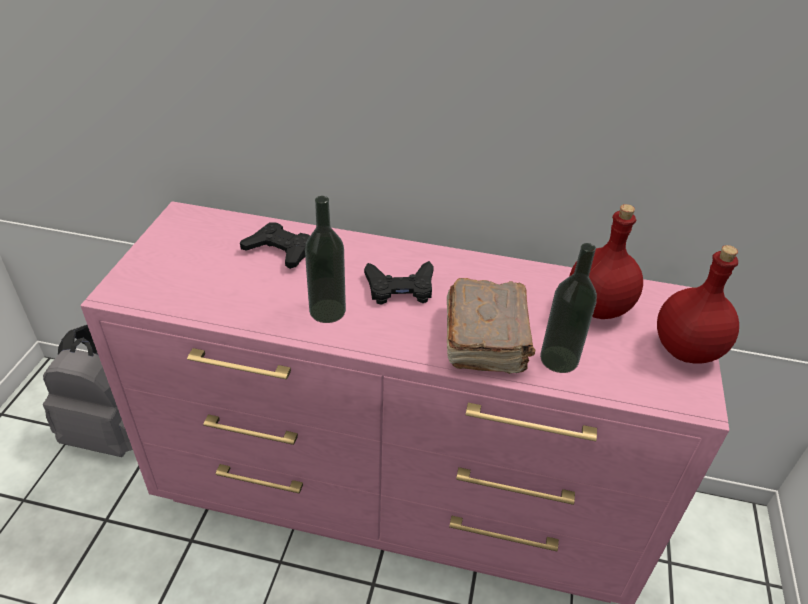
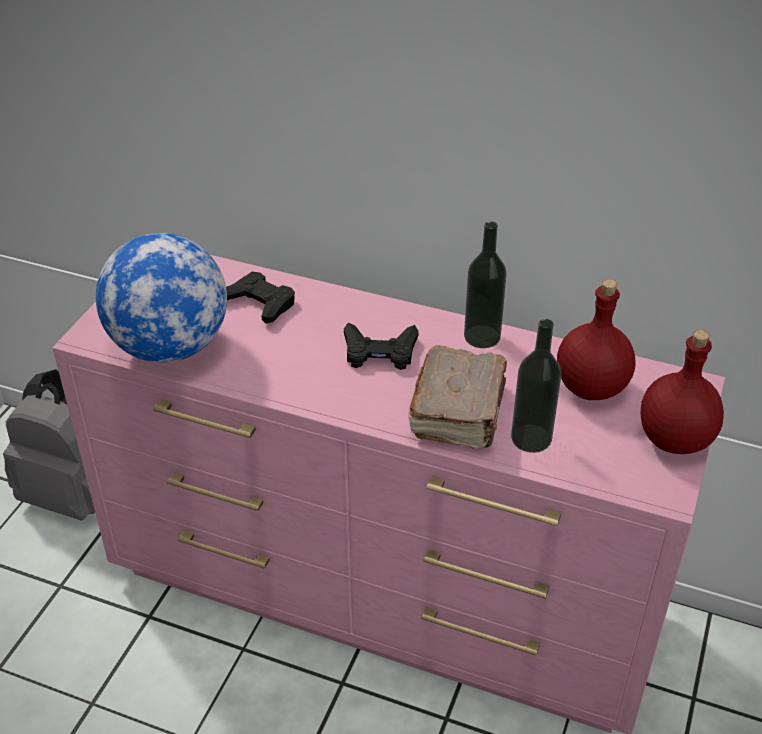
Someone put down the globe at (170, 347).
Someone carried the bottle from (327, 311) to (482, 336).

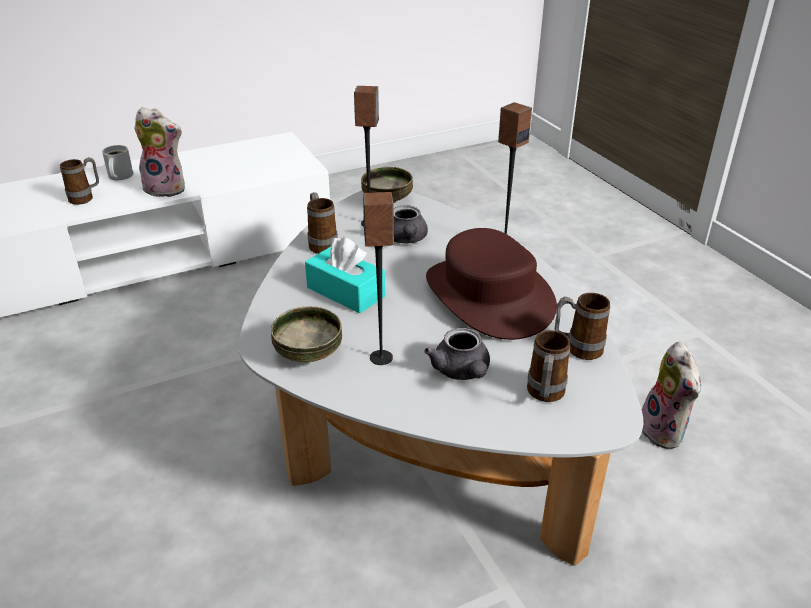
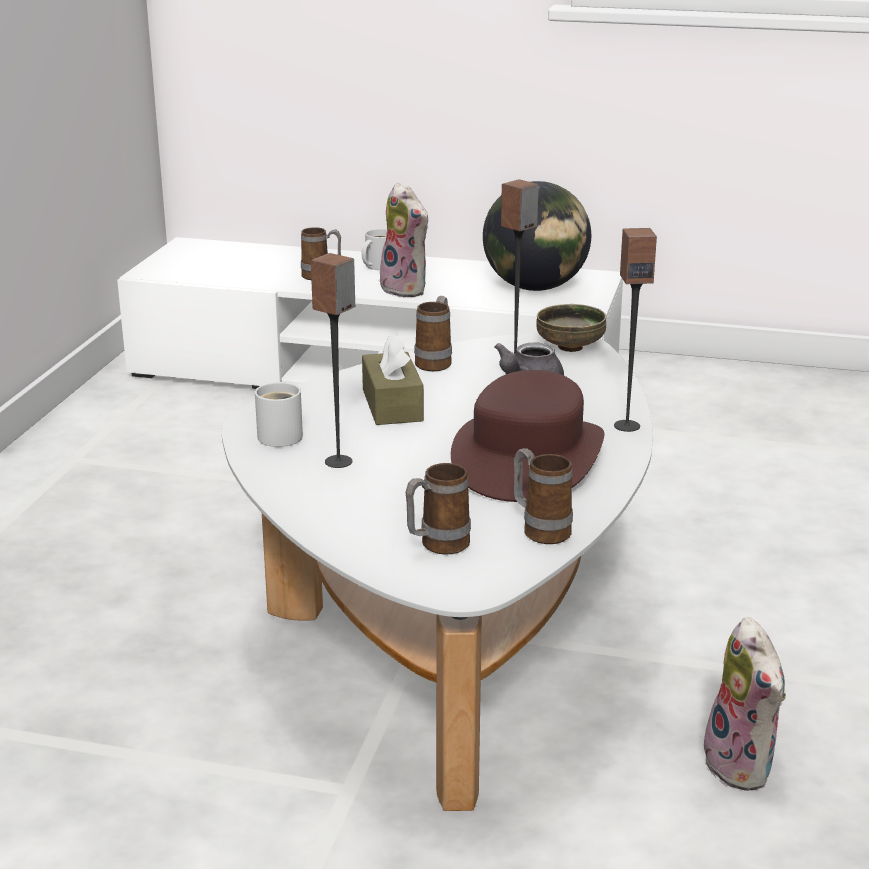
Someone swapped the bowl at (307, 353) for the white mug at (282, 435).
Someone repainted the turquoise tissue box at (345, 292), which became the brown tissue box at (392, 405).
Someone put down the globe at (535, 287).
Someone rotated the plush toy at (665, 432) by 45 degrees counterclockwise.
Someone took away the grey teapot at (462, 372).

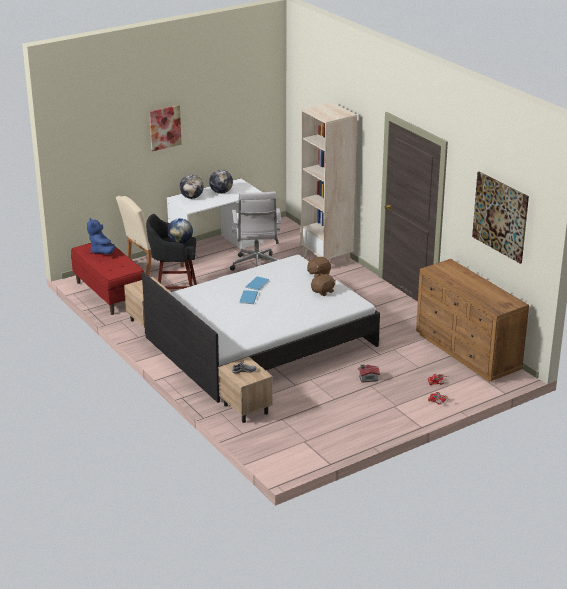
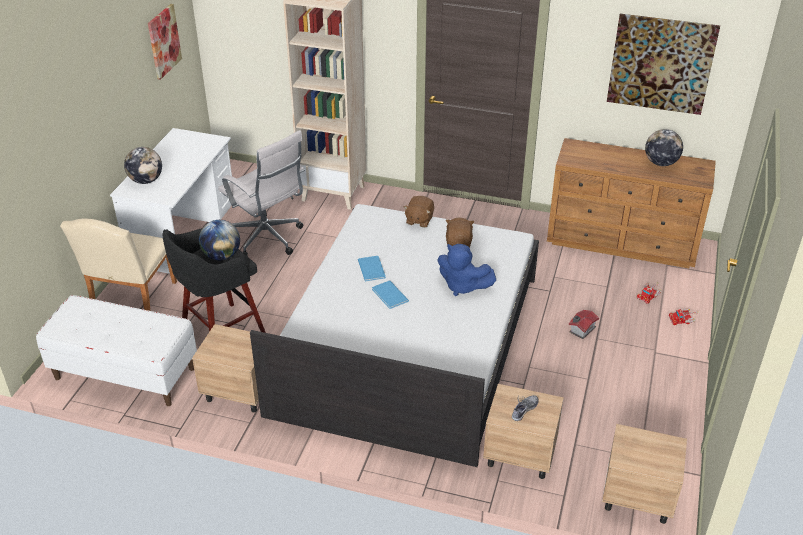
Someone repainted the red bench at (109, 294), which became the white bench at (124, 373).
Someone carried the picture from (164, 127) to (164, 41).
Someone carried the blue plush toy from (101, 251) to (462, 286).
Someone put down the beige nightstand at (636, 498).
Someone carried the globe from (221, 192) to (660, 163).

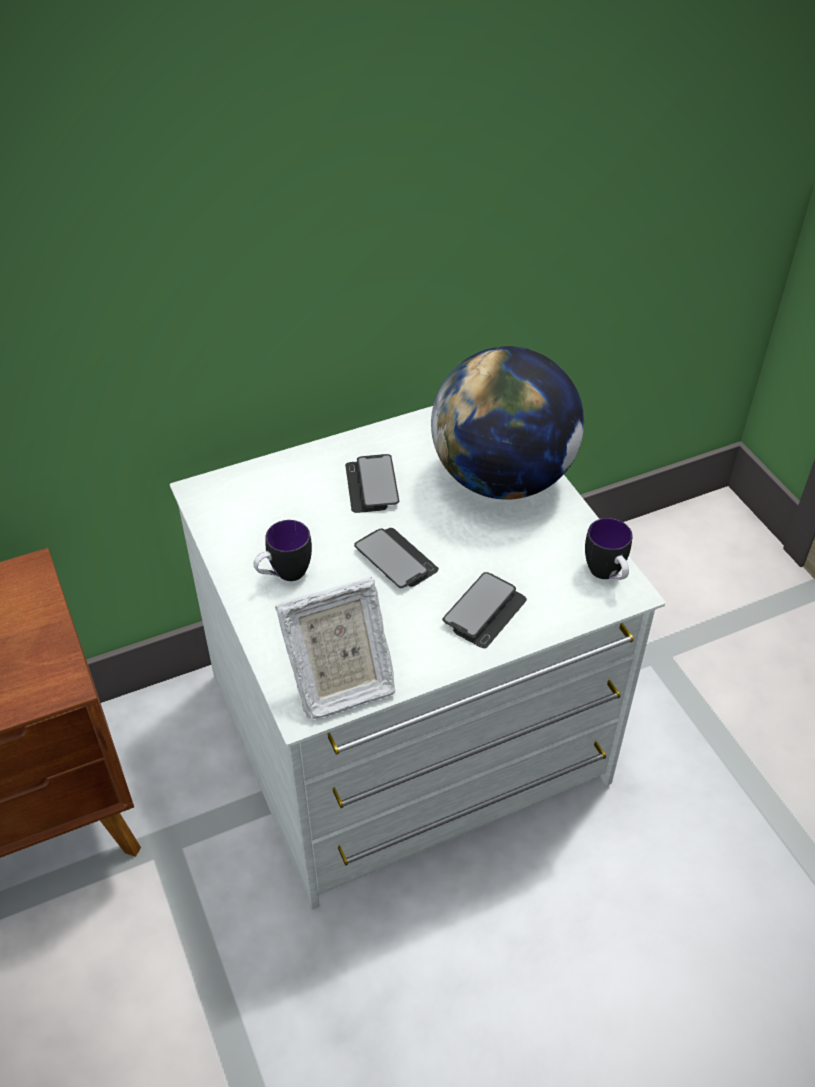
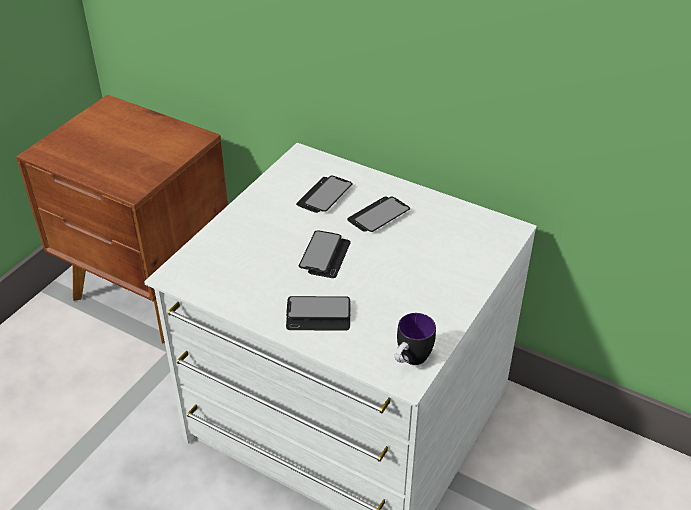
Someone put down the phone at (324, 196).
Someone took away the mug at (284, 575).
Someone took away the picture frame at (340, 685).
Someone took away the globe at (502, 478).

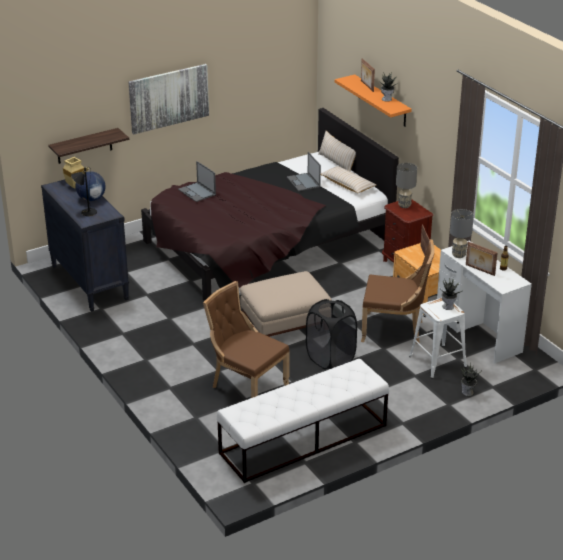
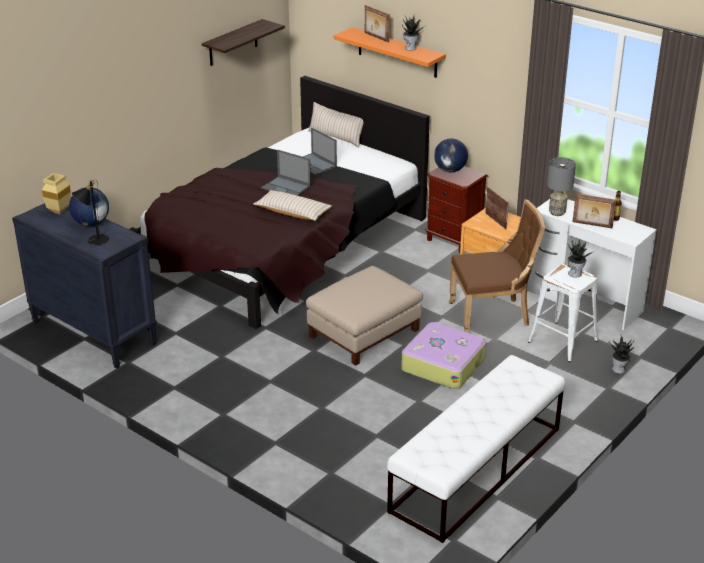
Someone carried the shelf from (84, 146) to (233, 43).
Someone carried the beige pillow from (347, 185) to (292, 212).
Someone carried the laptop from (197, 192) to (286, 187).
Someone swapped the black laundry basket at (330, 359) for the suitcase at (443, 364).
Someone swapped the grey table lamp at (404, 205) for the globe at (450, 170).
Someone took away the picture at (169, 98).
Someone took away the brown chair at (246, 387).

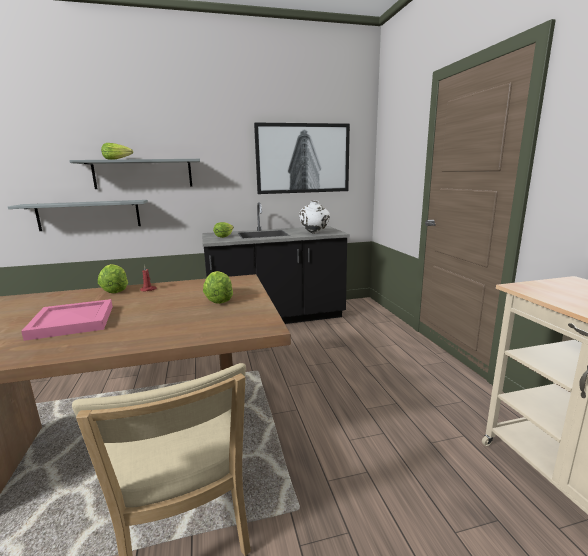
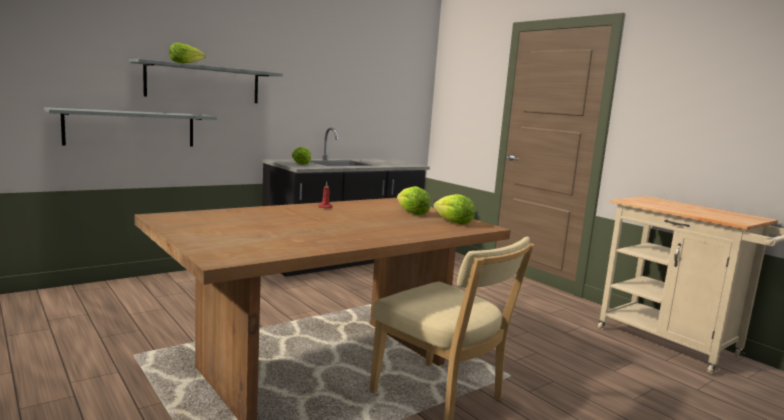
Someone carried the lettuce from (115, 290) to (453, 222).
Someone took away the pink tray at (74, 322).
Someone took away the picture at (303, 158).
Someone took away the white vase at (314, 233).

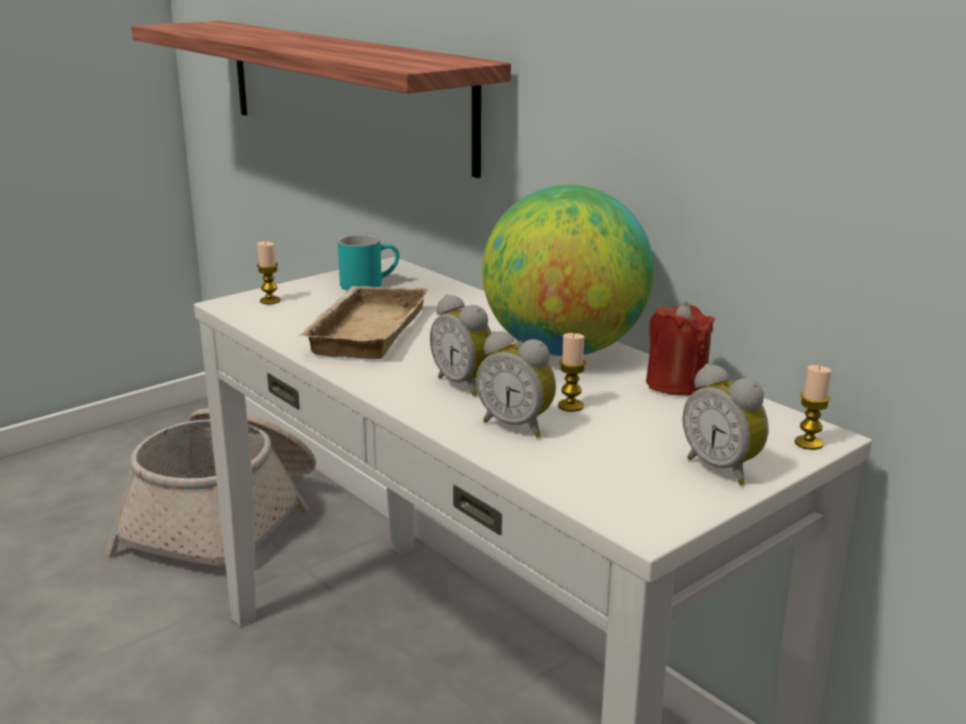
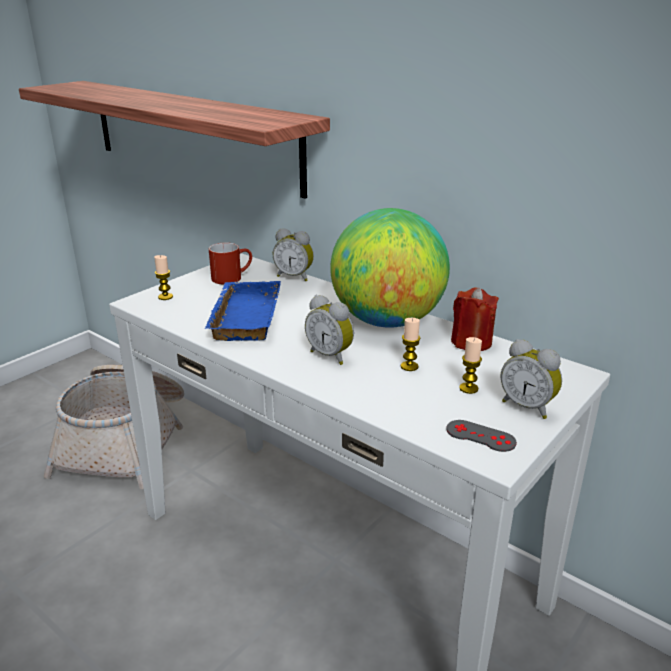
Someone repainted the beige tray at (364, 330), which became the blue tray at (243, 316).
Someone repainted the turquoise mug at (369, 284), which became the red mug at (232, 277).
Someone carried the alarm clock from (517, 425) to (294, 276).
Someone put down the grey game controller at (480, 436).
Someone carried the candle from (808, 443) to (468, 388).

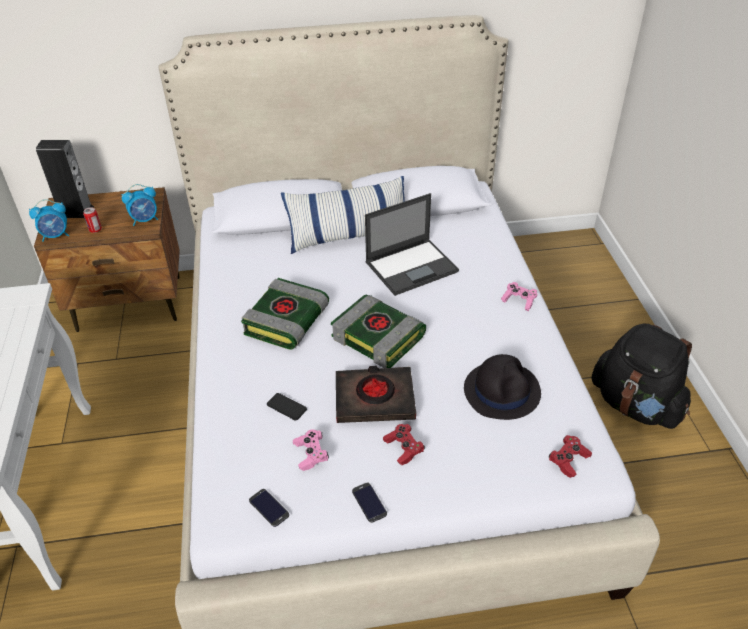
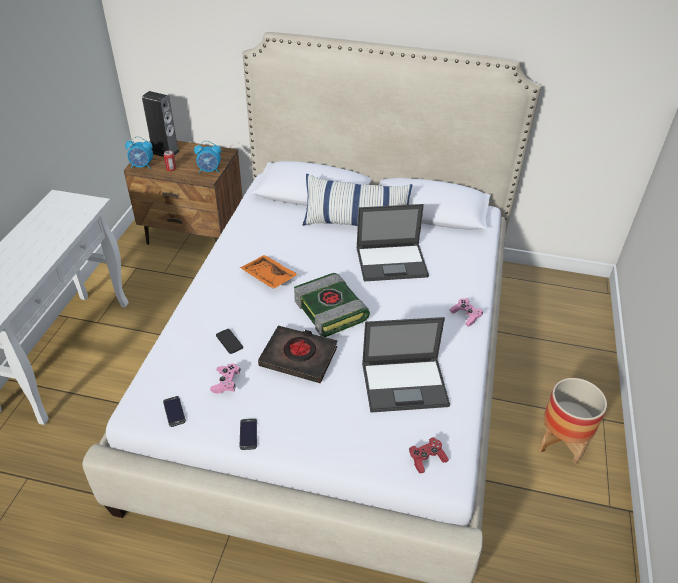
Someone swapped the book at (287, 322) for the orange tray at (268, 277).
Someone swapped the black hat at (502, 391) for the laptop at (405, 384).
Someone swapped the black backpack at (635, 405) for the planter at (561, 443).
Someone took away the red game controller at (403, 448).

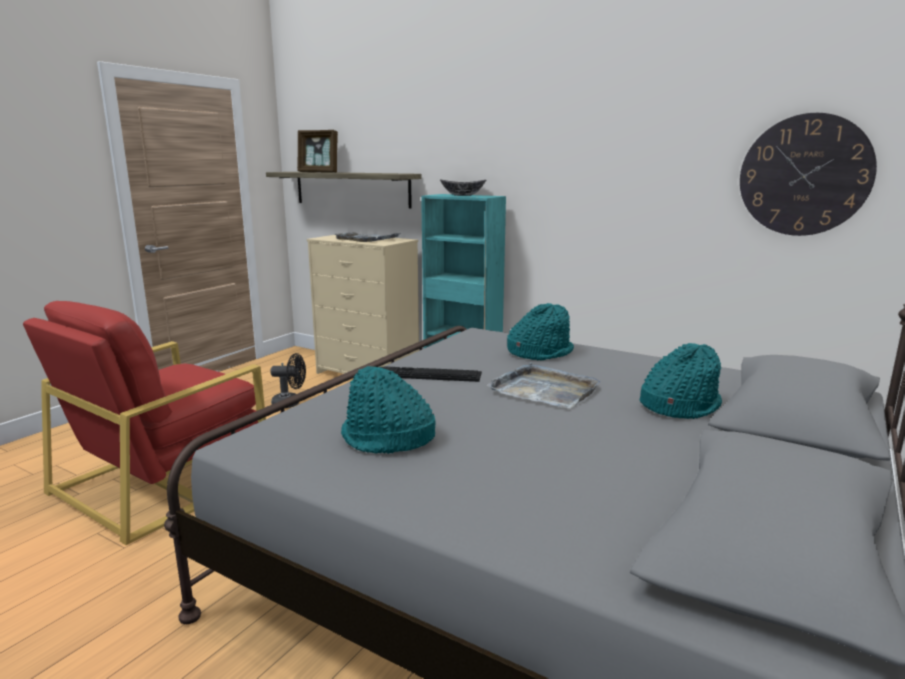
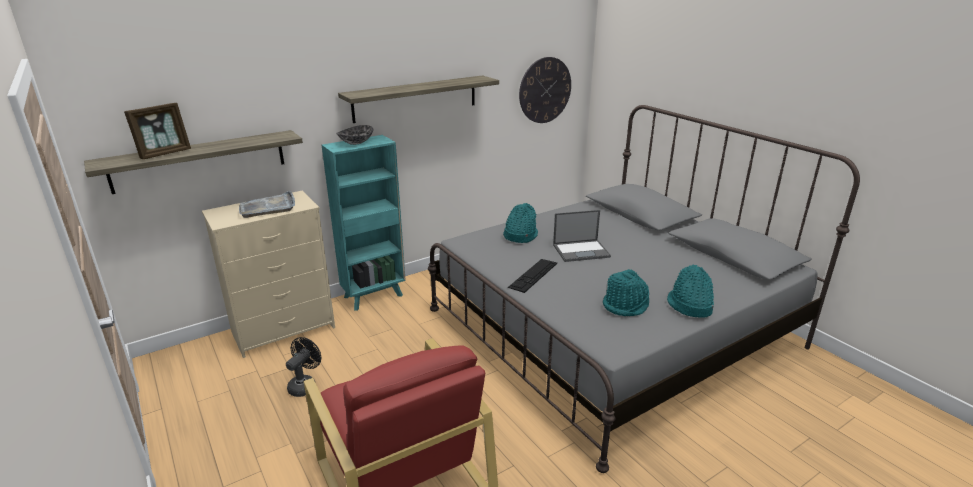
Someone put up the shelf at (416, 98).
Someone swapped the grey tray at (544, 390) for the laptop at (581, 251).
Someone carried the turquoise hat from (678, 406) to (689, 305).

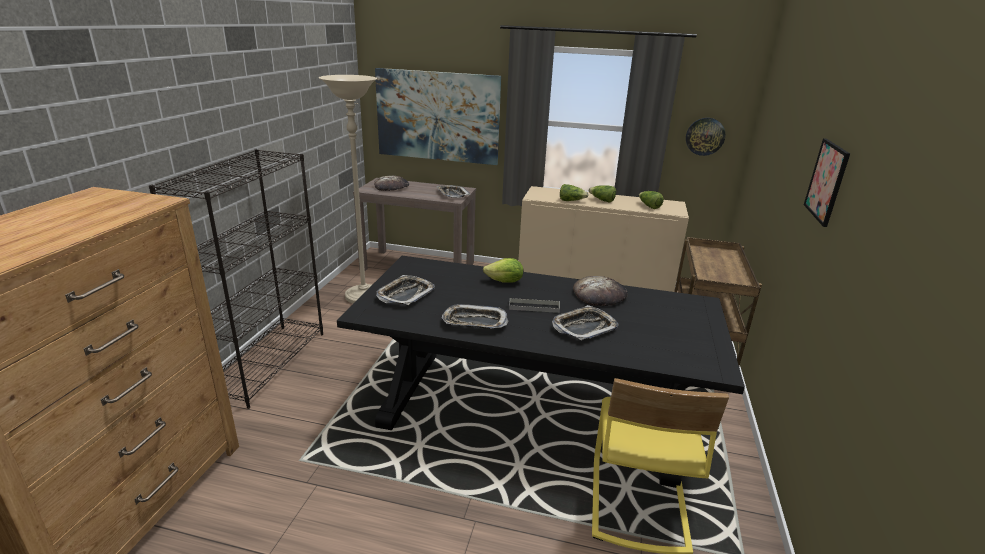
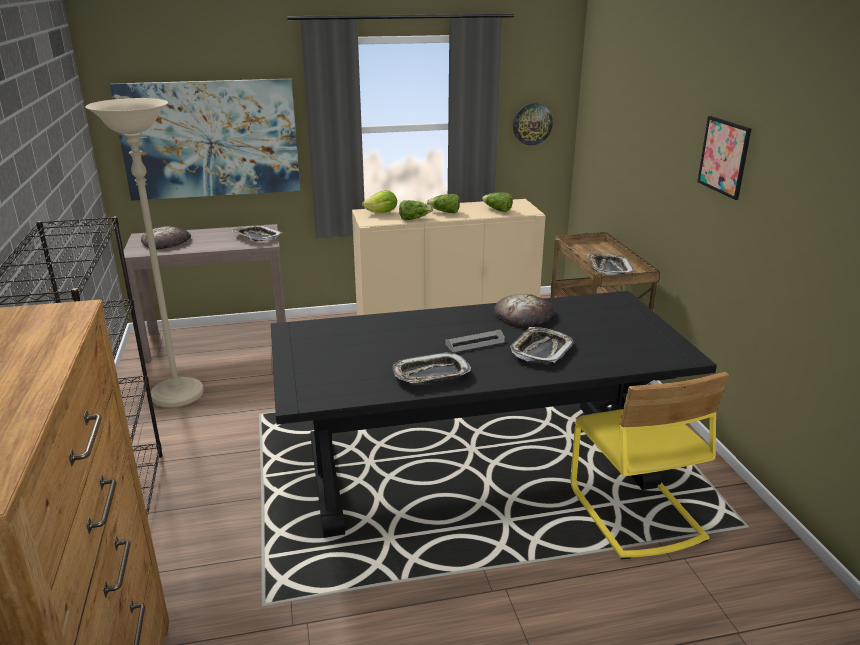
Someone carried the lettuce from (505, 282) to (382, 213).
Someone carried the tray from (405, 294) to (609, 268).

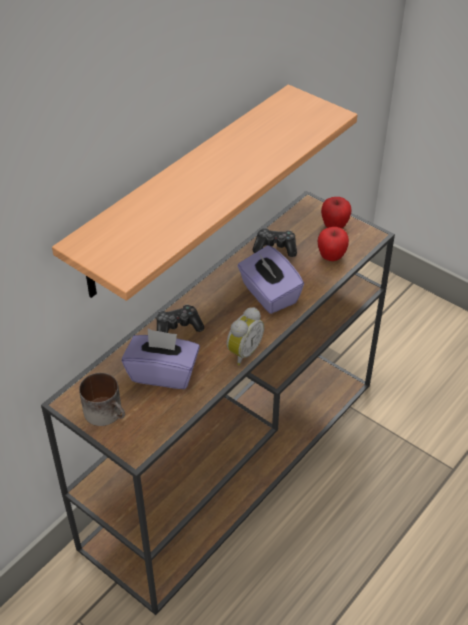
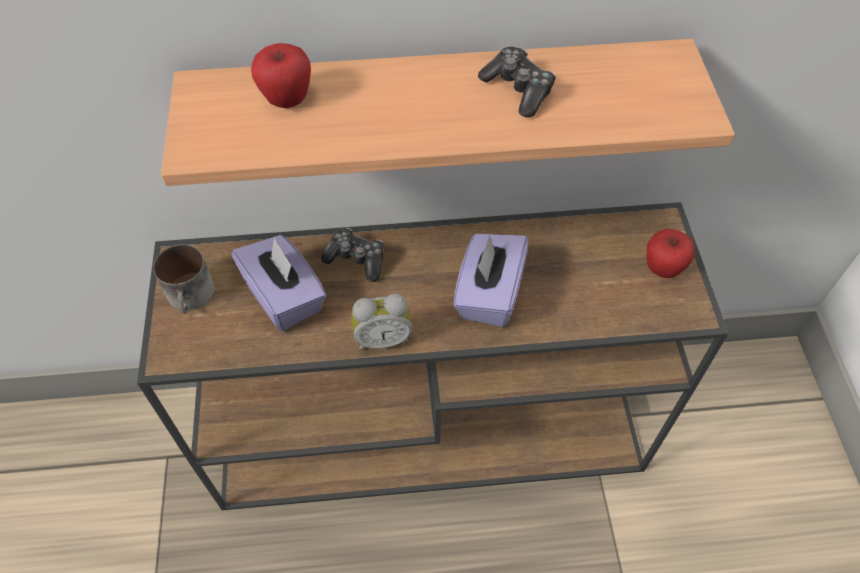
Someone carried the apple from (331, 257) to (287, 100).
Someone carried the game controller from (275, 247) to (518, 89).

